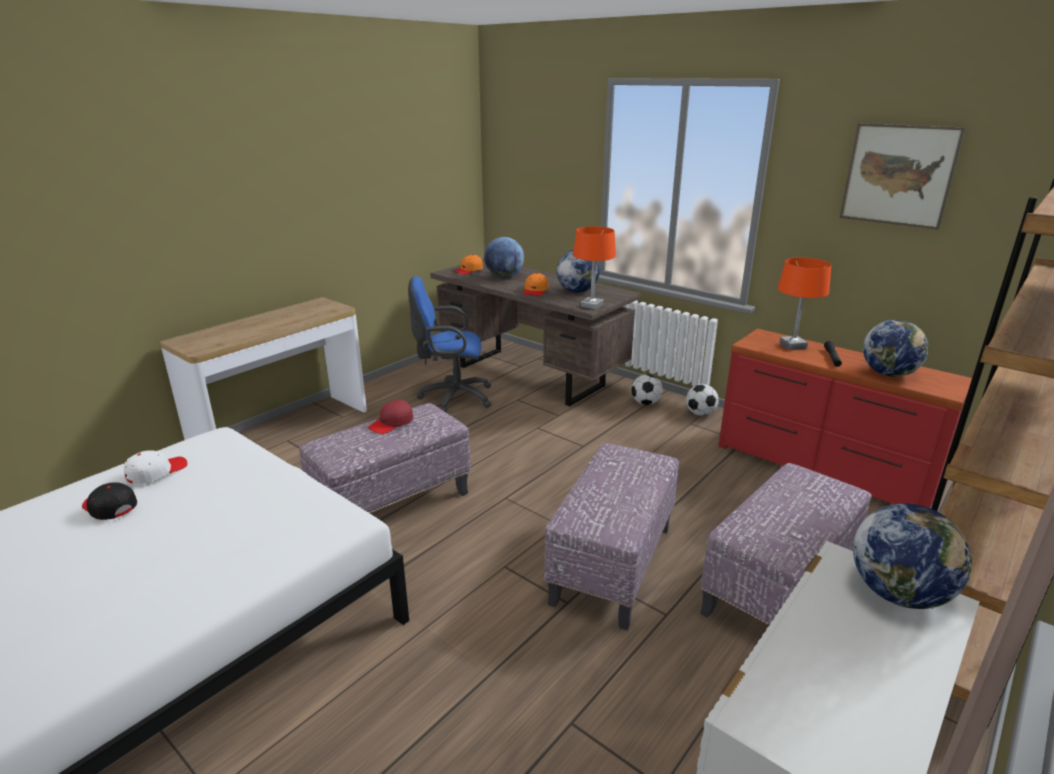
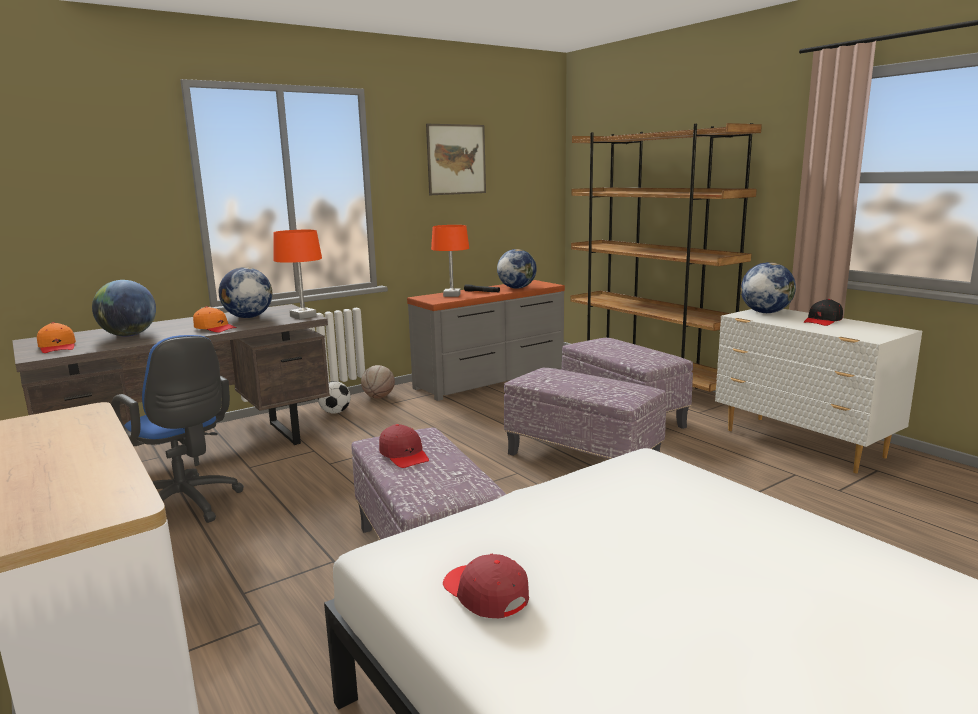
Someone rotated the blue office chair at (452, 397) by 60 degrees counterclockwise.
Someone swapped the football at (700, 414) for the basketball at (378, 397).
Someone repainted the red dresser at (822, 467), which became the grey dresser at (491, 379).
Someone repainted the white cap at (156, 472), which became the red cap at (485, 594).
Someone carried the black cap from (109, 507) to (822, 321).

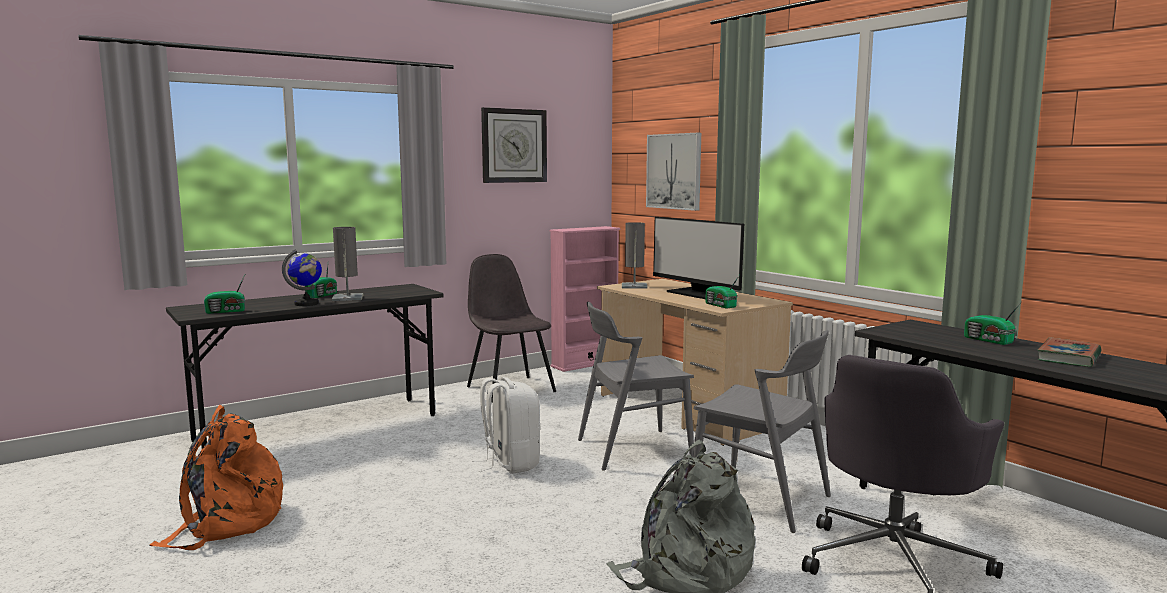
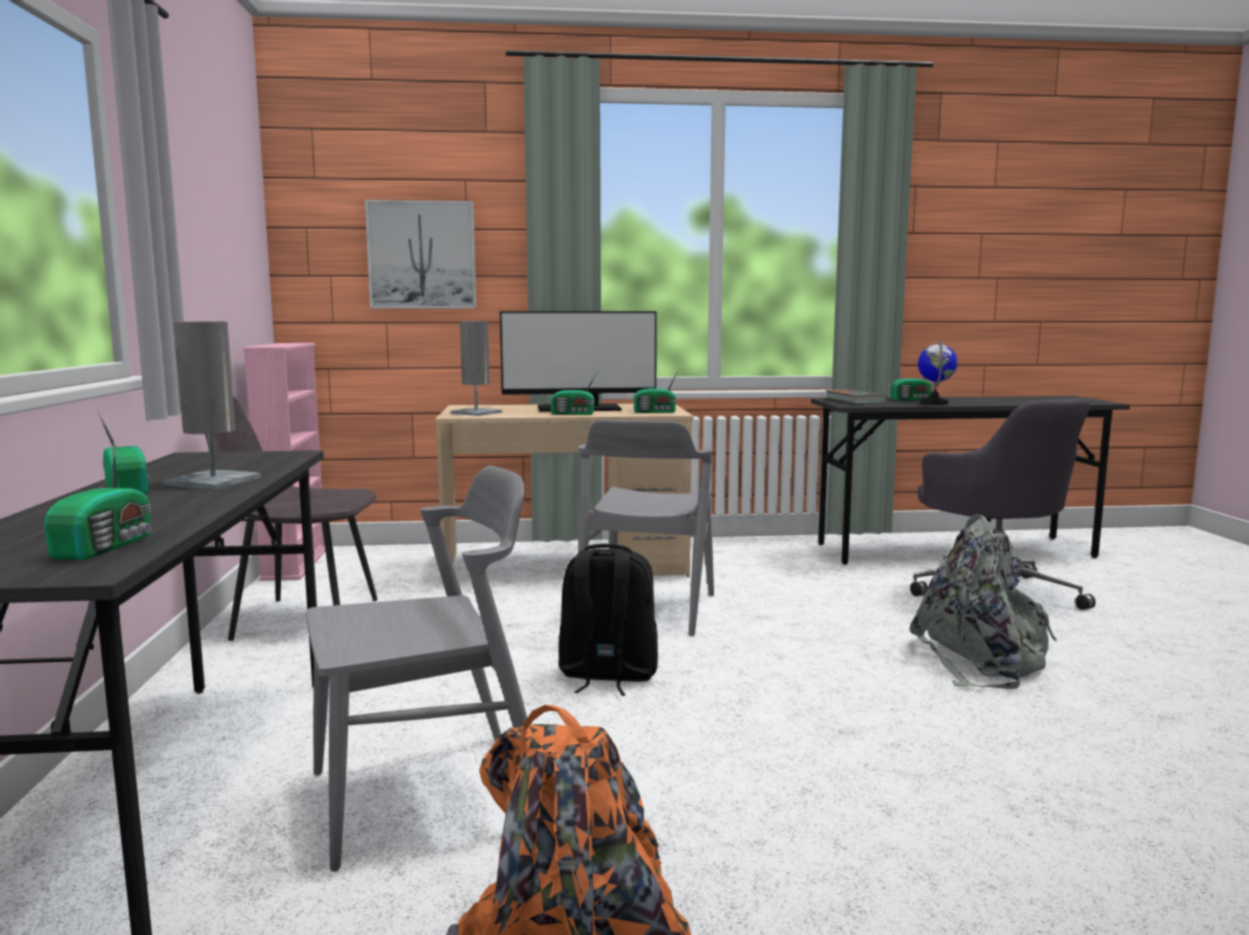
Someone carried the grey chair from (760, 499) to (428, 796).
Someone put down the radio at (574, 414).
Someone repainted the white backpack at (510, 463), which became the black backpack at (607, 676).
Someone carried the book from (1068, 357) to (855, 401).
Someone carried the globe from (307, 304) to (934, 403).
Someone took away the wall clock at (514, 146).

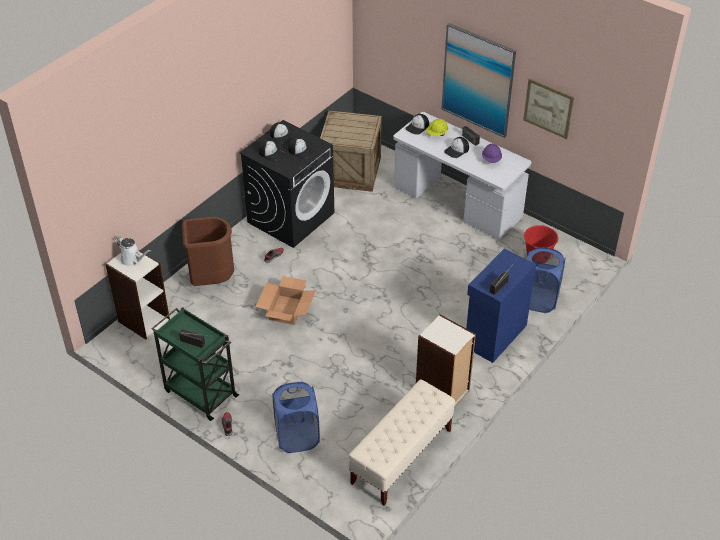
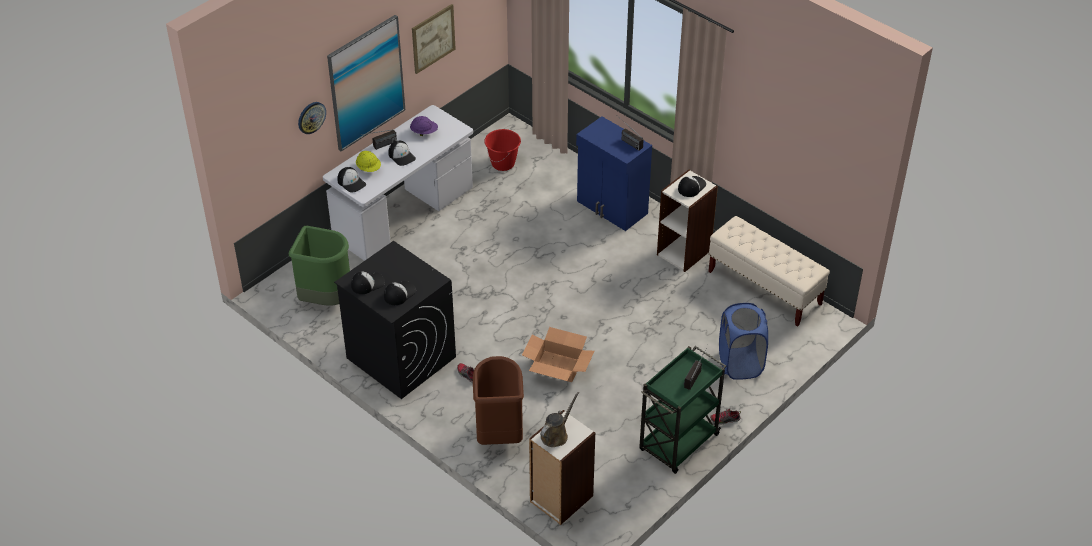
Someone swapped the crate at (350, 171) for the green trash can at (326, 298).
Someone put up the wall clock at (311, 117).
Someone repainted the white watering can at (133, 259), which became the brown watering can at (556, 435).
Someone carried the cap from (301, 151) to (691, 187).
Someone took away the blue laundry basket at (539, 300).

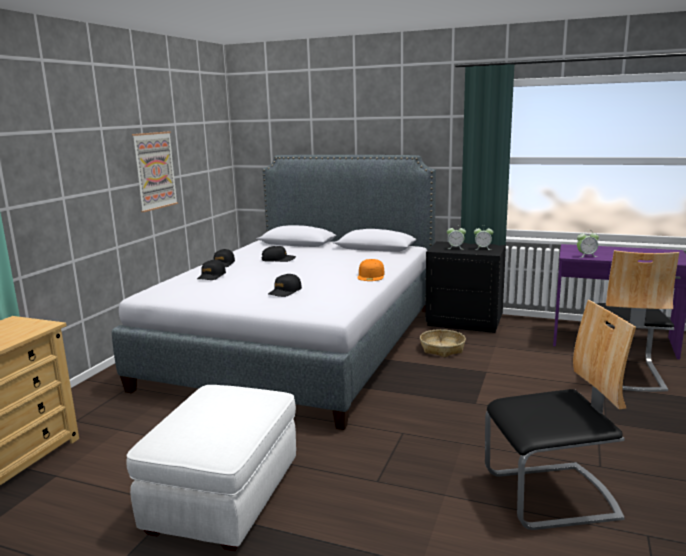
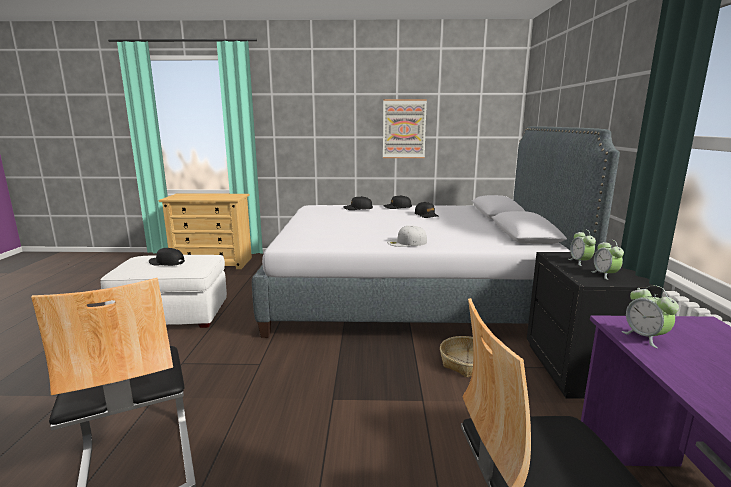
Someone carried the black cap from (285, 292) to (167, 263).
Someone repainted the orange cap at (371, 276), which became the white cap at (406, 242).

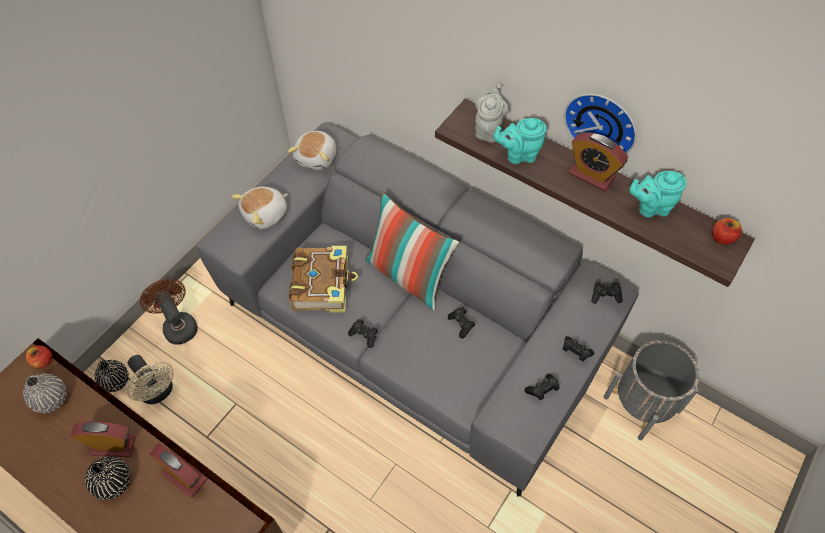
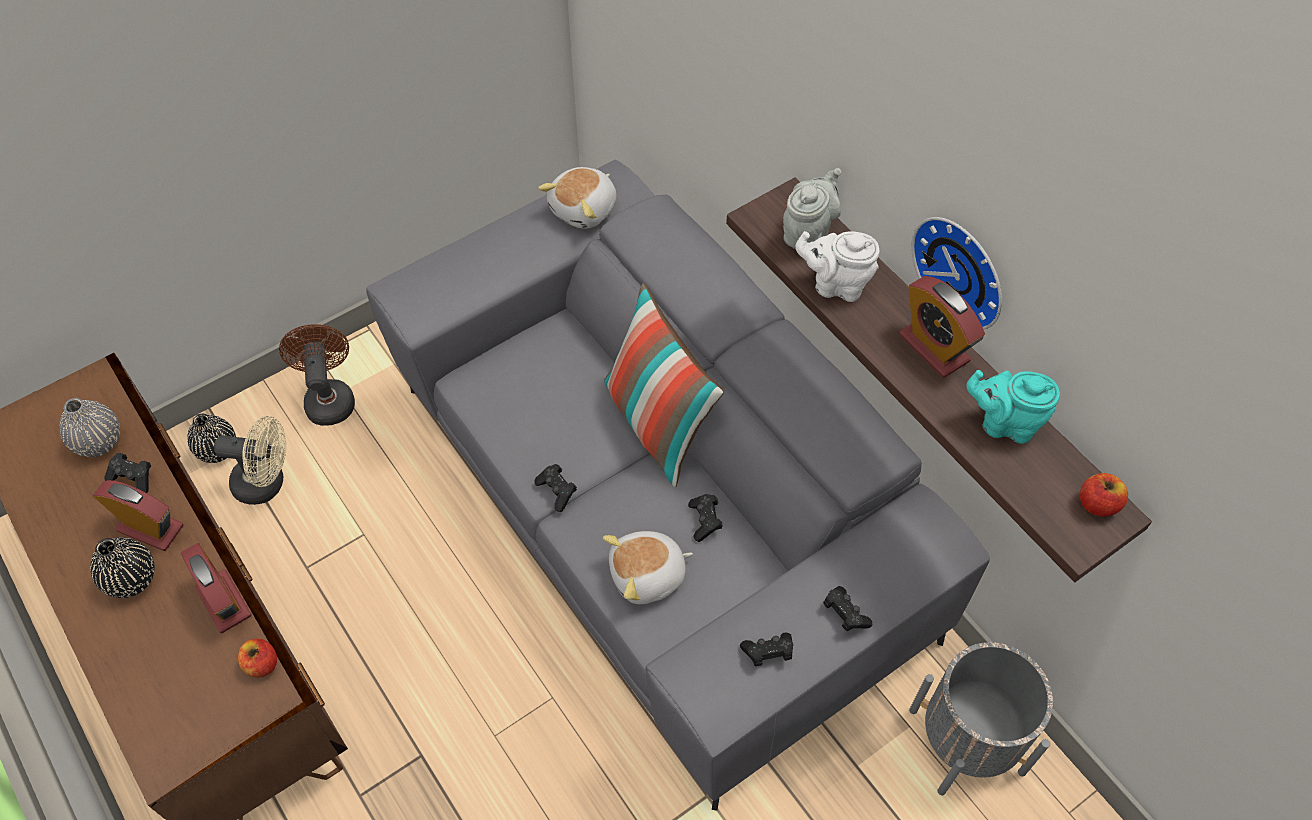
Someone carried the black game controller from (605, 296) to (133, 478).
Someone rotated the beige fan at (158, 392) by 60 degrees counterclockwise.
Someone carried the apple from (43, 361) to (261, 664).
Someone carried the plush toy from (266, 214) to (648, 576).
Someone repainted the turquoise teapot at (518, 155), which became the white teapot at (836, 285).
Someone took away the book at (322, 284).

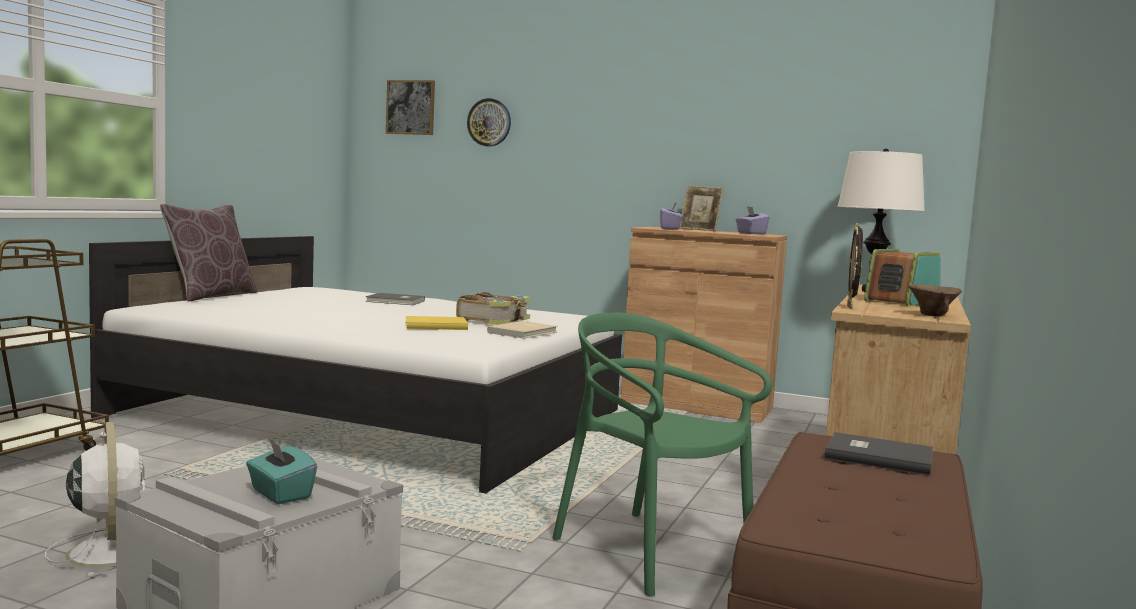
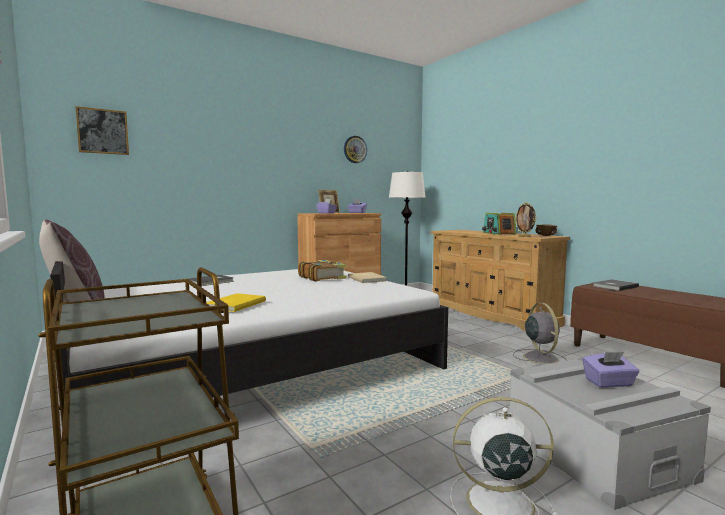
Someone carried the yellow book from (434, 325) to (234, 304).
Someone carried the wall clock from (489, 122) to (355, 149).
Someone swapped the green chair at (650, 550) for the grey fan at (539, 357).
Someone repainted the turquoise tissue box at (280, 494), which became the purple tissue box at (609, 383).

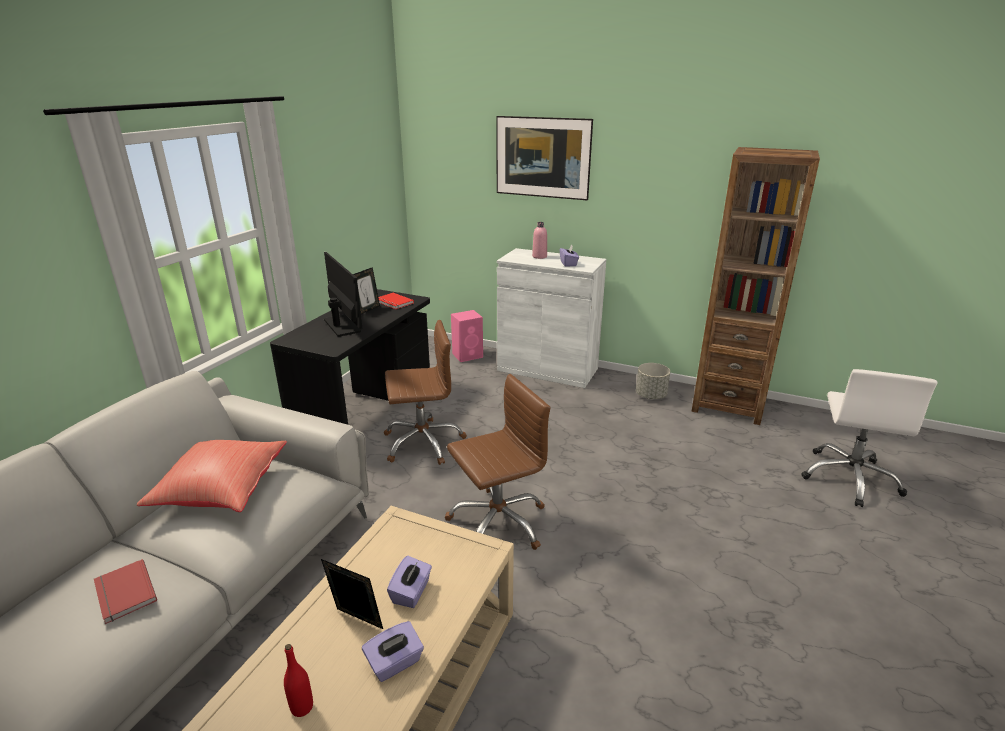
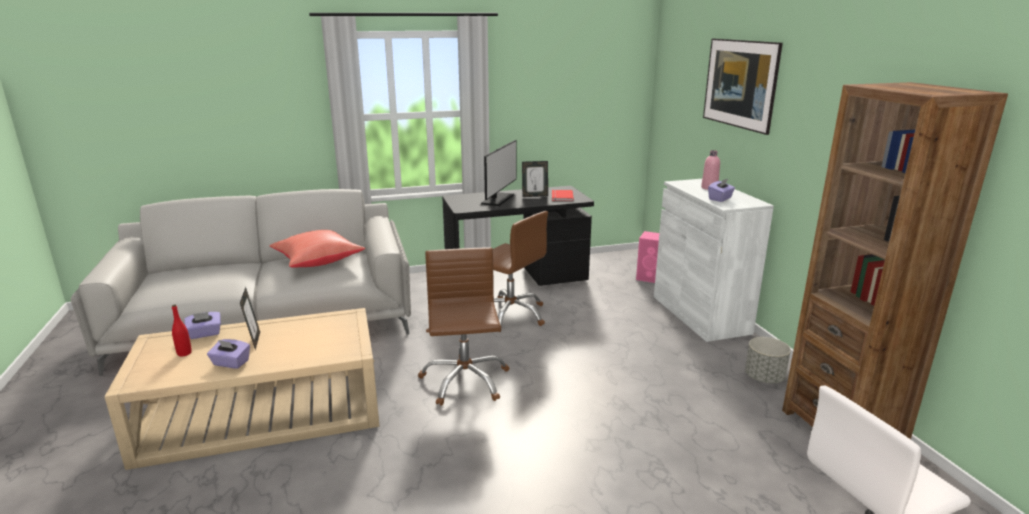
Someone carried the purple tissue box from (411, 592) to (205, 334).
Someone rotated the brown office chair at (498, 522) by 120 degrees counterclockwise.
Someone took away the red book at (123, 593).

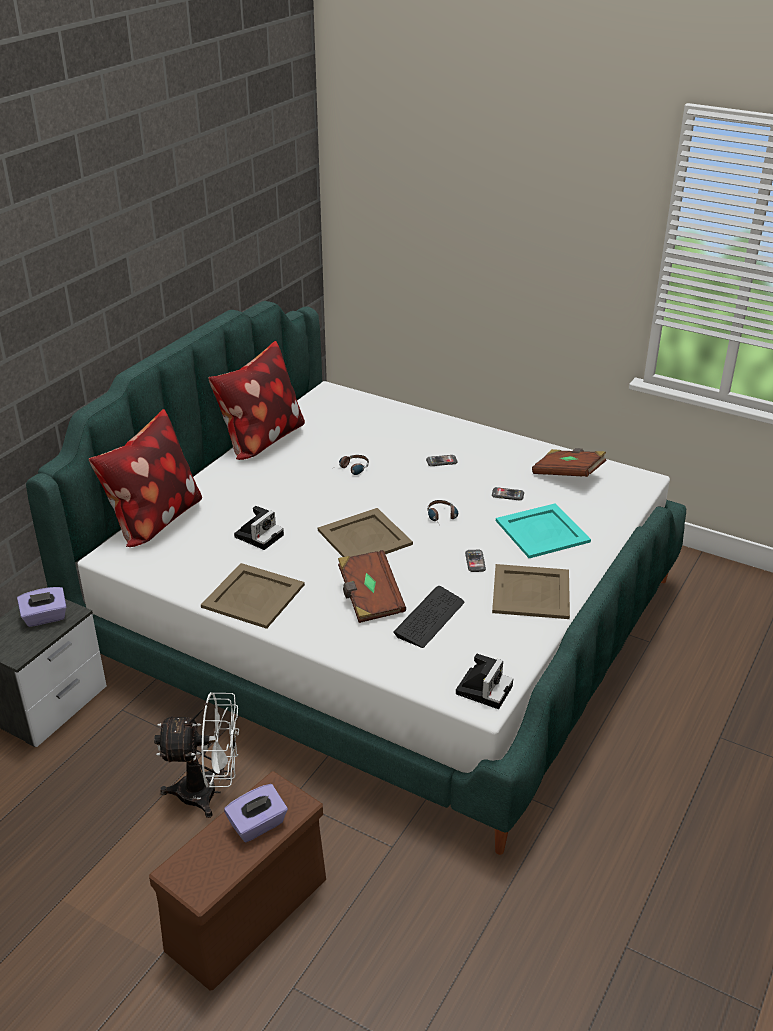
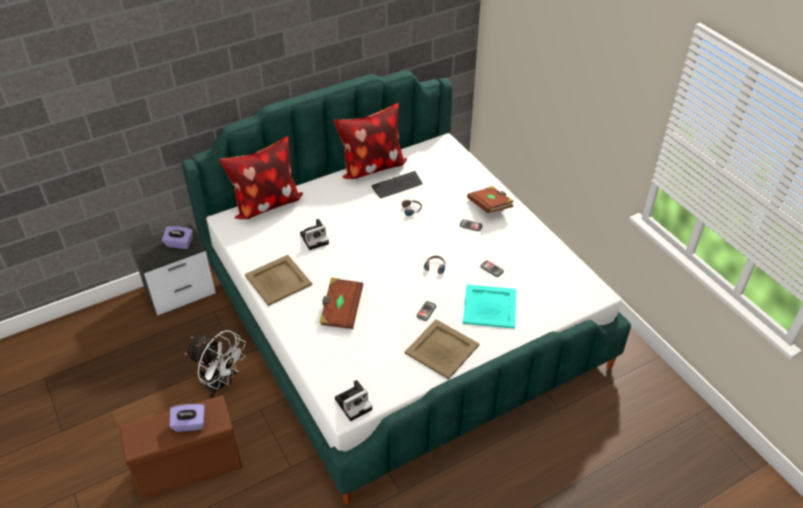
Someone carried the keyboard from (429, 618) to (397, 185).
Someone carried the brown book from (568, 474) to (490, 207).
Someone took away the beige tray at (364, 538).

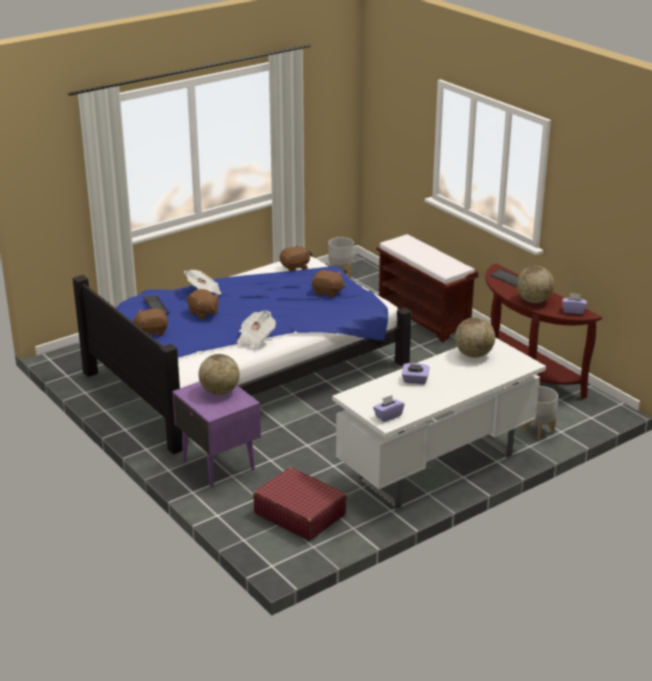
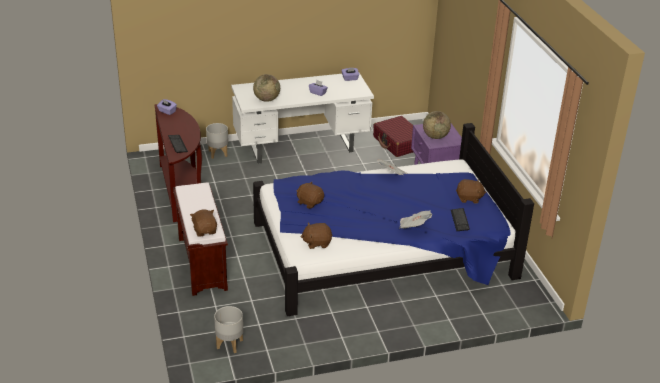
Someone carried the brown plush toy from (203, 313) to (205, 231).
Someone took away the globe at (533, 301).

